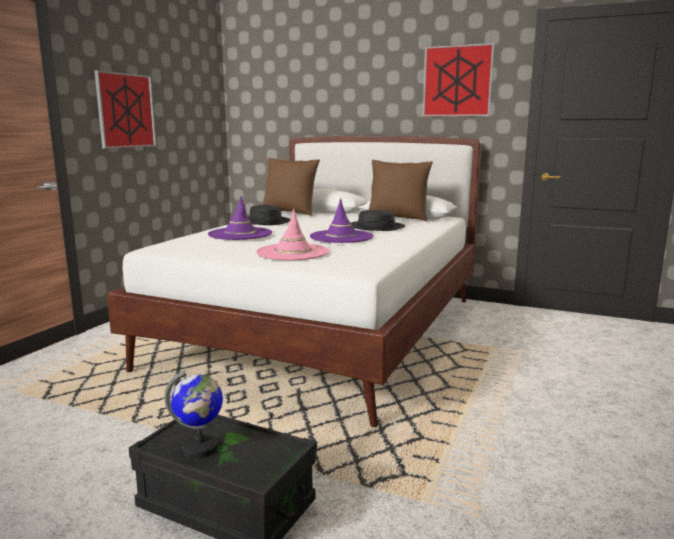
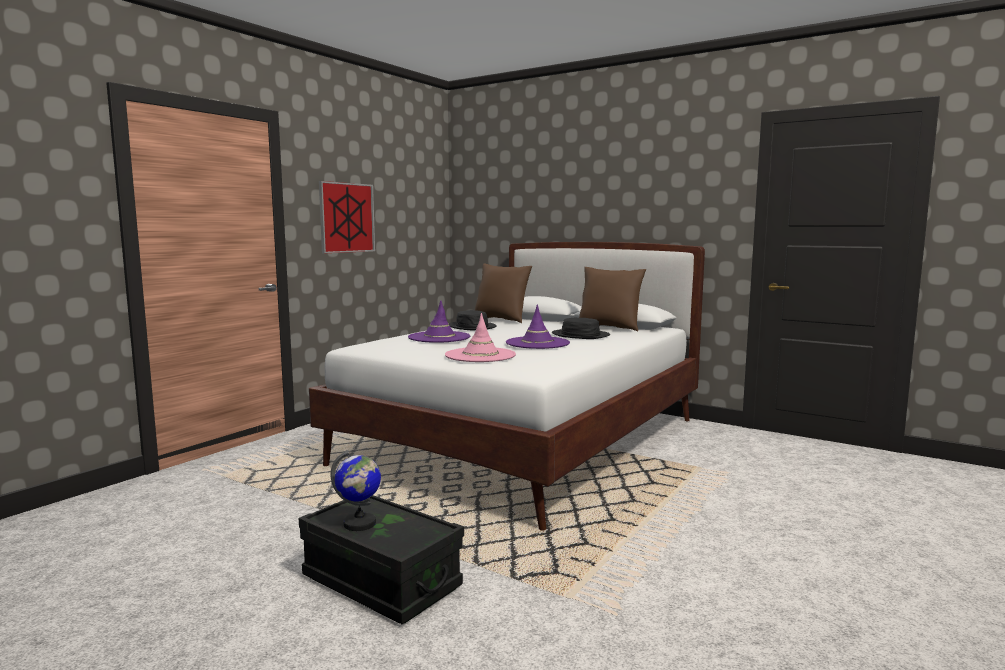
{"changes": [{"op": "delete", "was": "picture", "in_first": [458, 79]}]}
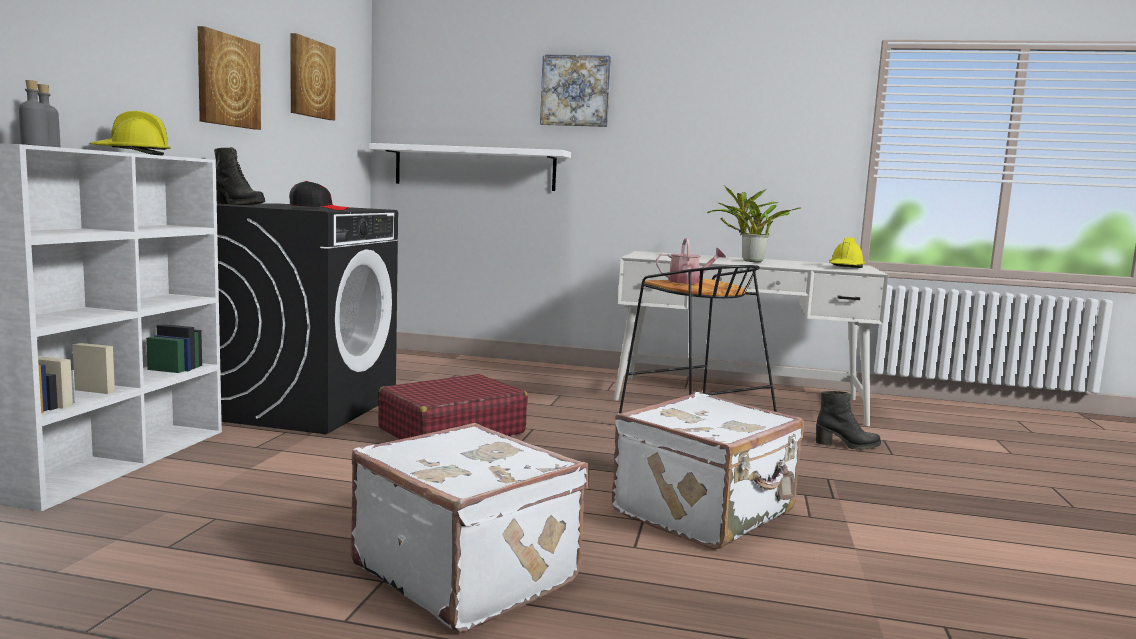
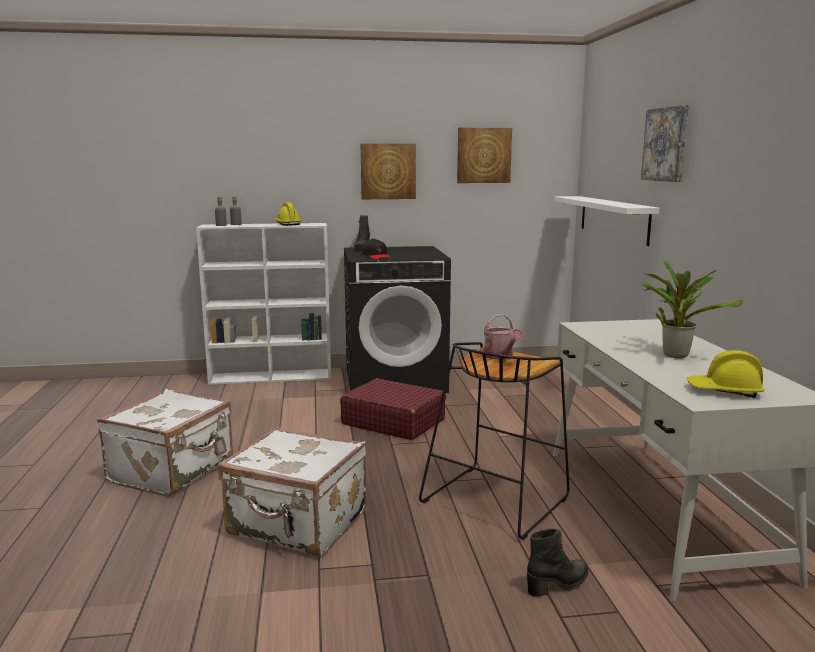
{"changes": [{"op": "rotate", "was": "black boot", "in_first": [848, 420], "in_second": [557, 562], "clockwise": -105}]}
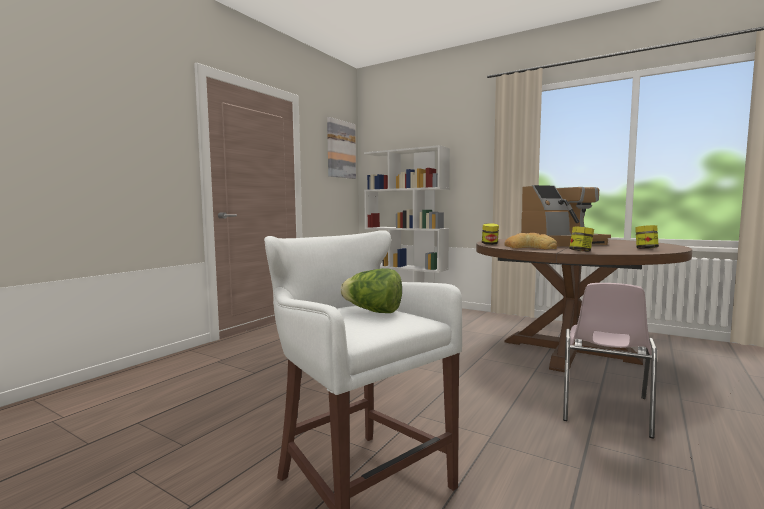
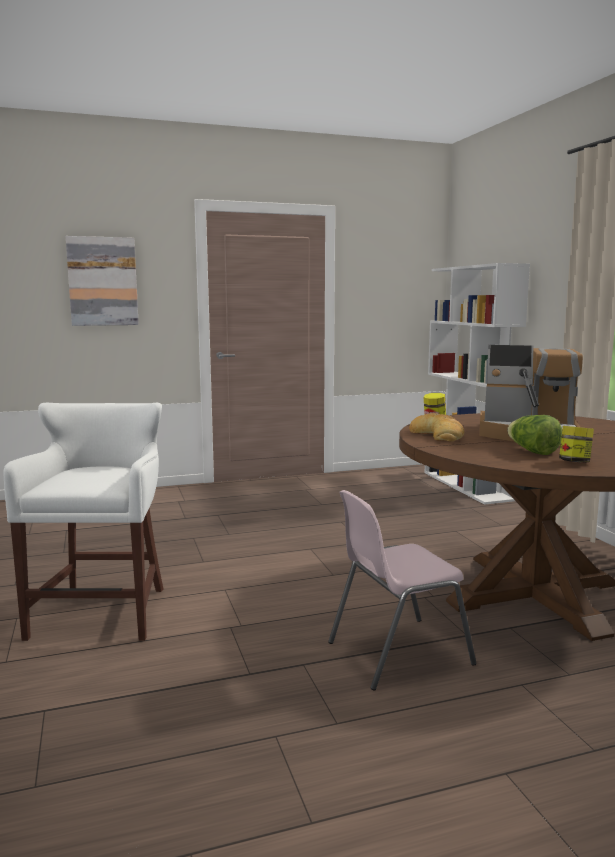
{"changes": [{"op": "move", "was": "picture", "in_first": [341, 148], "in_second": [102, 281]}, {"op": "delete", "was": "jar", "in_first": [581, 239]}, {"op": "move", "was": "lettuce", "in_first": [371, 290], "in_second": [535, 435]}]}
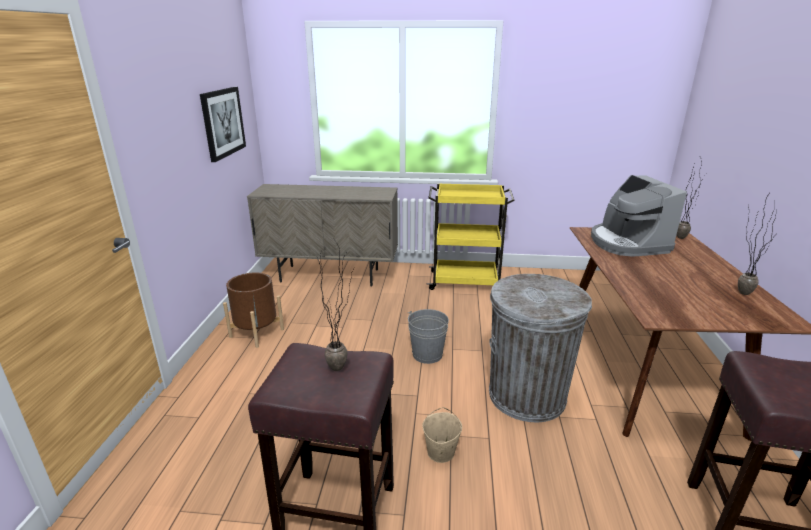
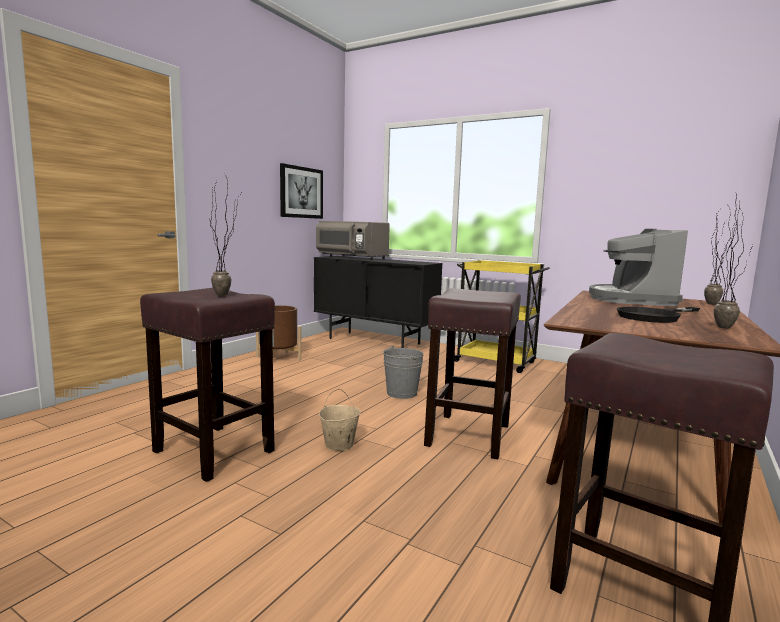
{"changes": [{"op": "recolor", "was": "beige cabinet", "now": "black cabinet", "in_first": [322, 235], "in_second": [378, 302]}, {"op": "replace", "was": "grey trash can", "now": "brown stool", "in_first": [540, 348], "in_second": [472, 373]}, {"op": "insert", "now": "grey microwave", "in_second": [353, 240]}, {"op": "insert", "now": "black frying pan", "in_second": [658, 315]}]}
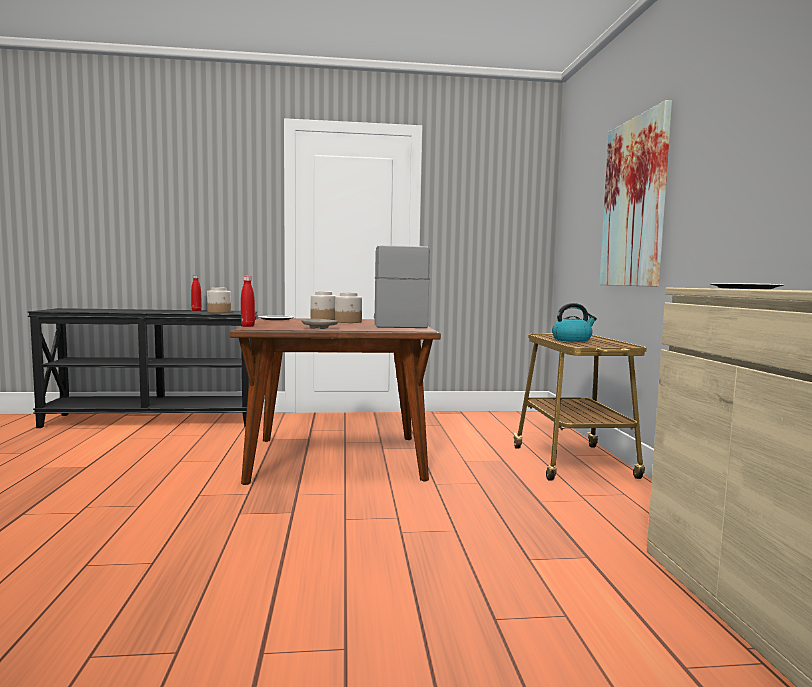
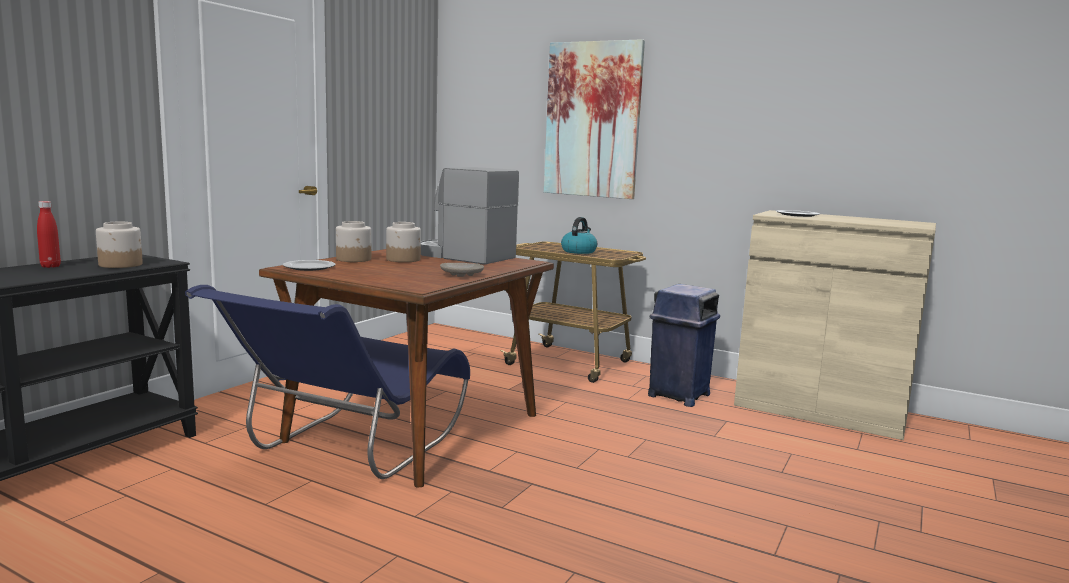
{"changes": [{"op": "delete", "was": "red bottle", "in_first": [248, 301]}, {"op": "insert", "now": "blue trash can", "in_second": [684, 345]}, {"op": "insert", "now": "blue chair", "in_second": [327, 382]}]}
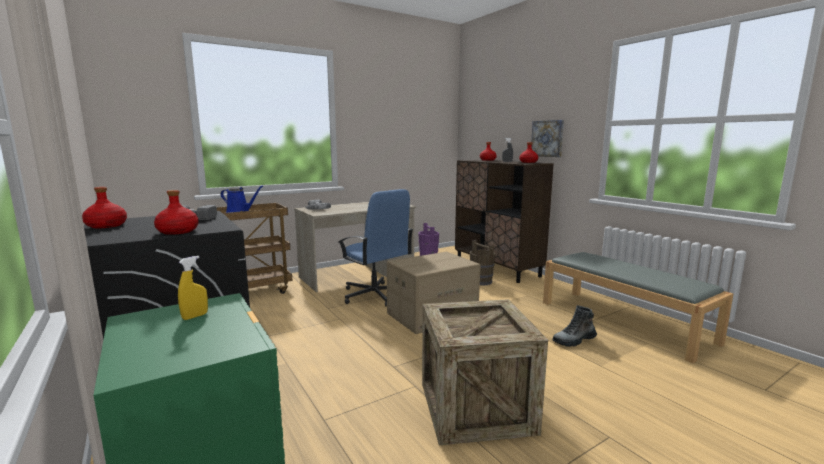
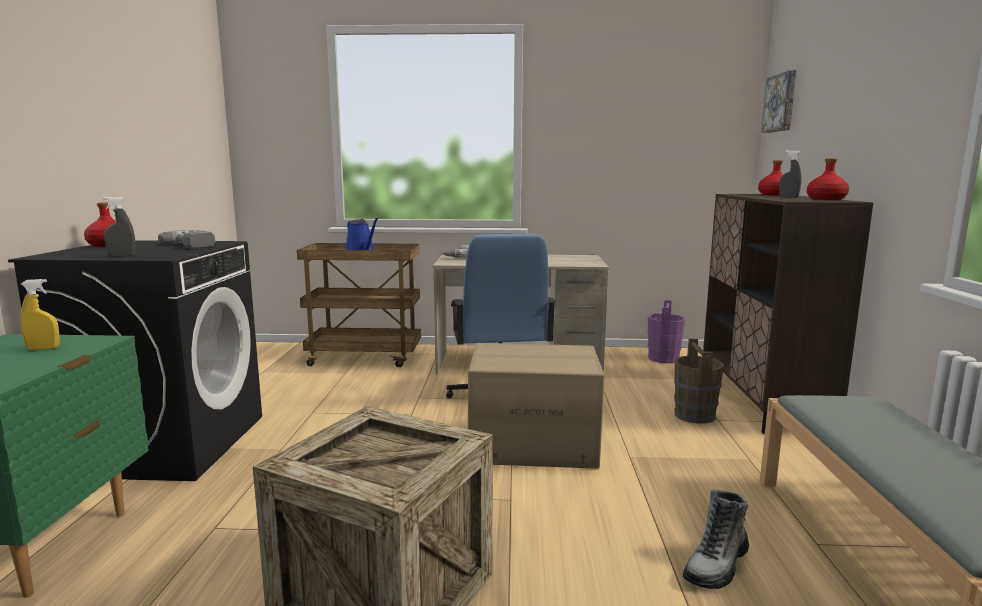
{"changes": [{"op": "move", "was": "picture", "in_first": [547, 138], "in_second": [778, 101]}, {"op": "replace", "was": "red bottle", "now": "grey spray bottle", "in_first": [176, 212], "in_second": [119, 226]}, {"op": "rotate", "was": "boot", "in_first": [574, 326], "in_second": [716, 539], "clockwise": -60}]}
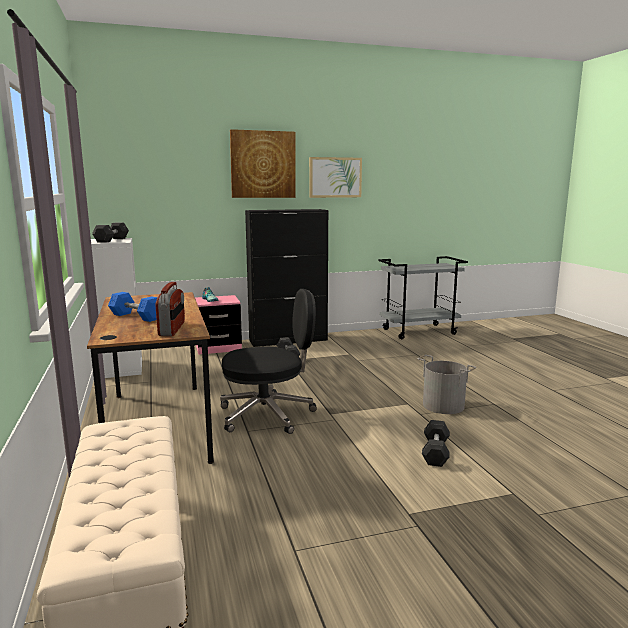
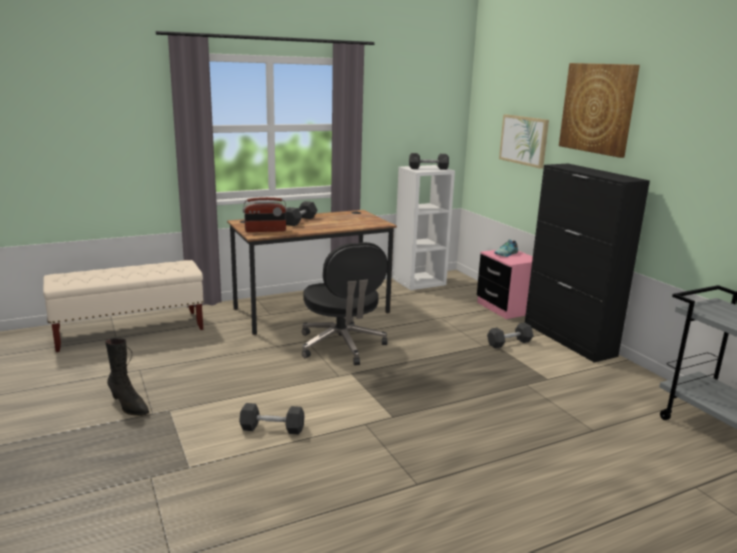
{"changes": [{"op": "move", "was": "picture", "in_first": [335, 177], "in_second": [524, 141]}, {"op": "recolor", "was": "blue dumbbell", "now": "grey dumbbell", "in_first": [133, 307], "in_second": [302, 213]}, {"op": "delete", "was": "grey bucket", "in_first": [446, 384]}, {"op": "insert", "now": "black boot", "in_second": [127, 377]}]}
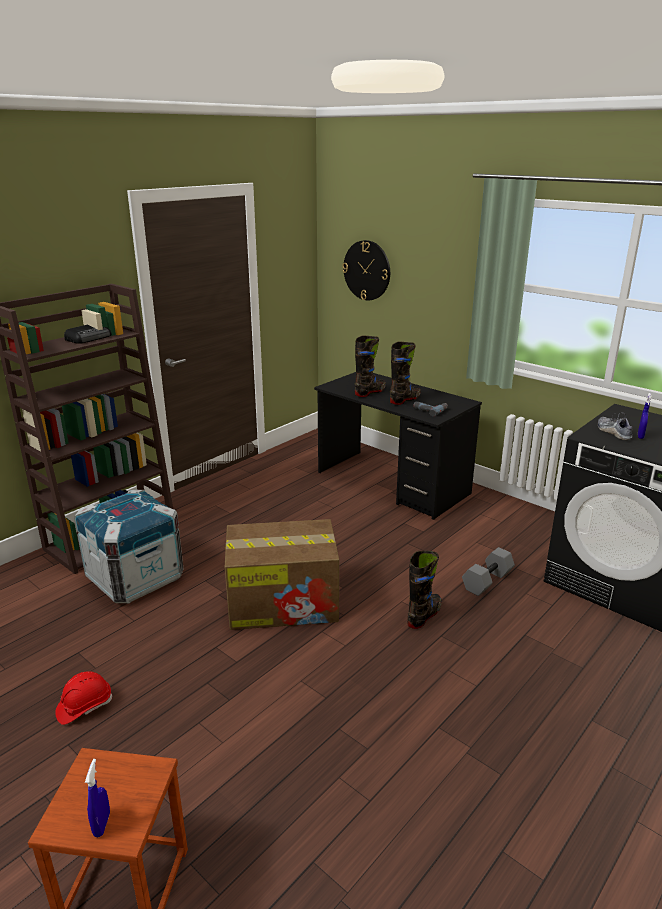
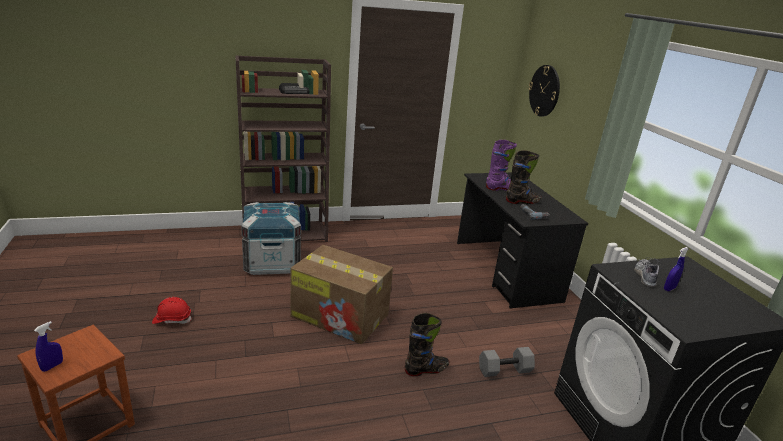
{"changes": [{"op": "recolor", "was": "black boot", "now": "purple boot", "in_first": [370, 366], "in_second": [501, 165]}]}
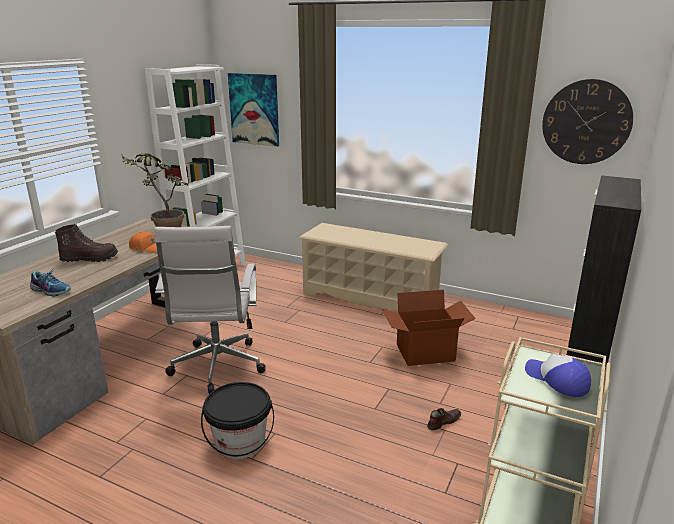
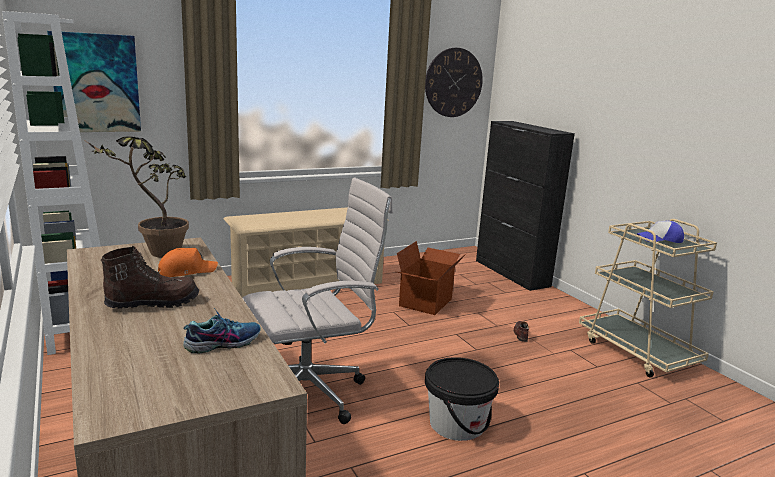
{"changes": [{"op": "rotate", "was": "brown boot", "in_first": [86, 243], "in_second": [150, 277], "clockwise": 45}, {"op": "rotate", "was": "white office chair", "in_first": [210, 310], "in_second": [318, 300], "clockwise": -60}]}
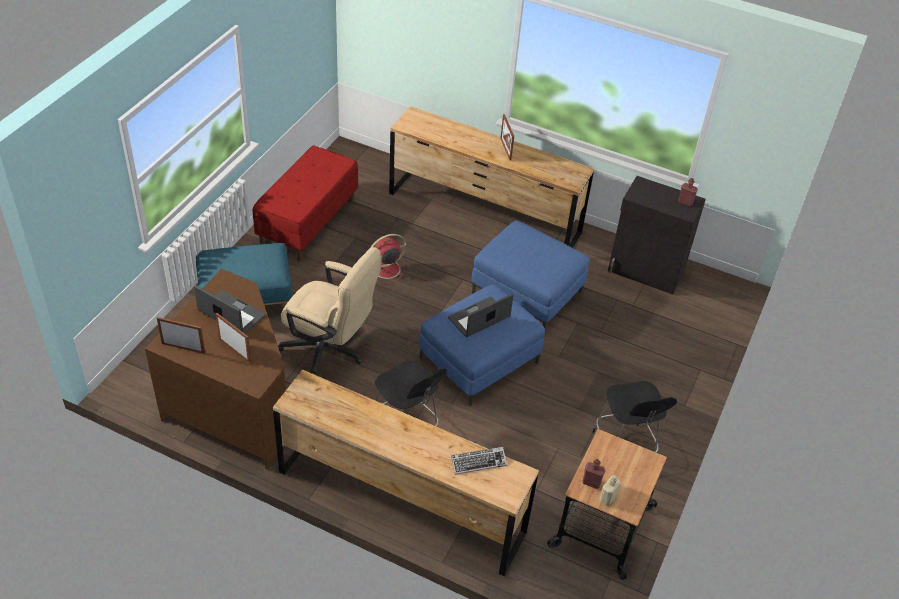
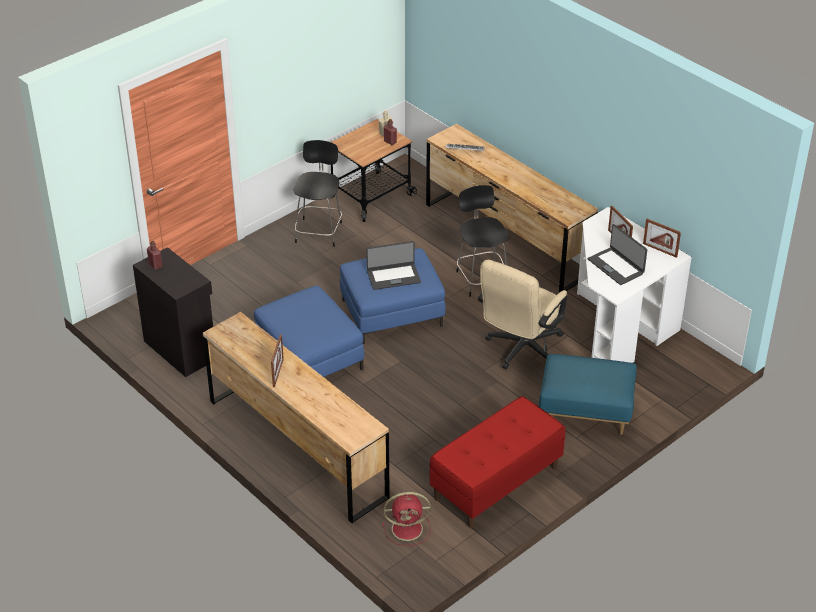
{"changes": [{"op": "move", "was": "red fan", "in_first": [389, 259], "in_second": [406, 519]}, {"op": "rotate", "was": "beige office chair", "in_first": [330, 311], "in_second": [522, 314], "clockwise": -105}, {"op": "recolor", "was": "brown desk", "now": "white desk", "in_first": [215, 369], "in_second": [634, 285]}]}
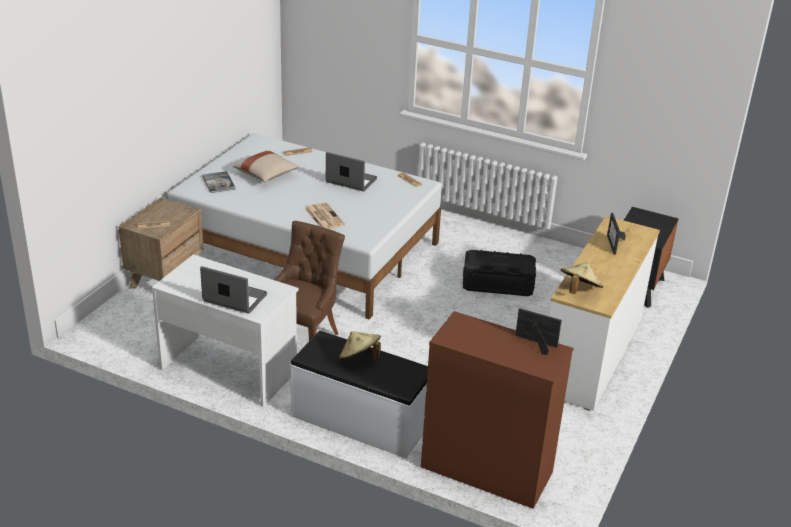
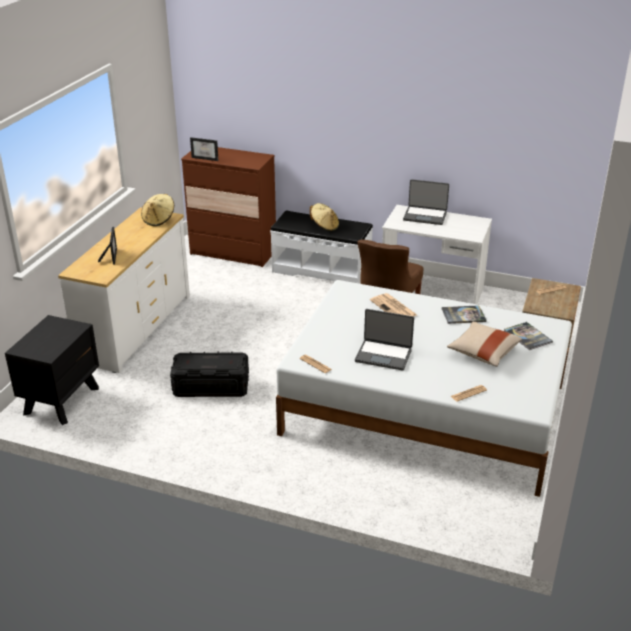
{"changes": [{"op": "insert", "now": "book", "in_second": [464, 314]}]}
